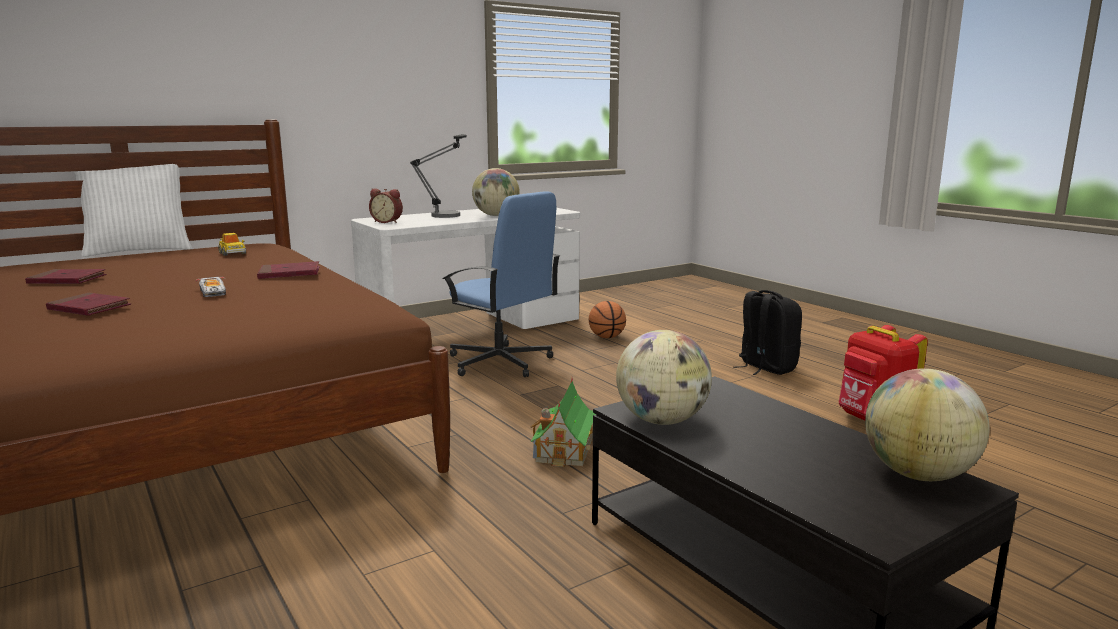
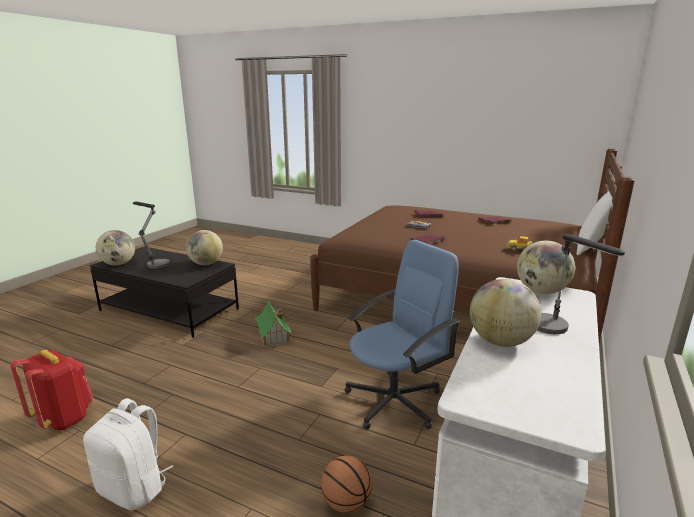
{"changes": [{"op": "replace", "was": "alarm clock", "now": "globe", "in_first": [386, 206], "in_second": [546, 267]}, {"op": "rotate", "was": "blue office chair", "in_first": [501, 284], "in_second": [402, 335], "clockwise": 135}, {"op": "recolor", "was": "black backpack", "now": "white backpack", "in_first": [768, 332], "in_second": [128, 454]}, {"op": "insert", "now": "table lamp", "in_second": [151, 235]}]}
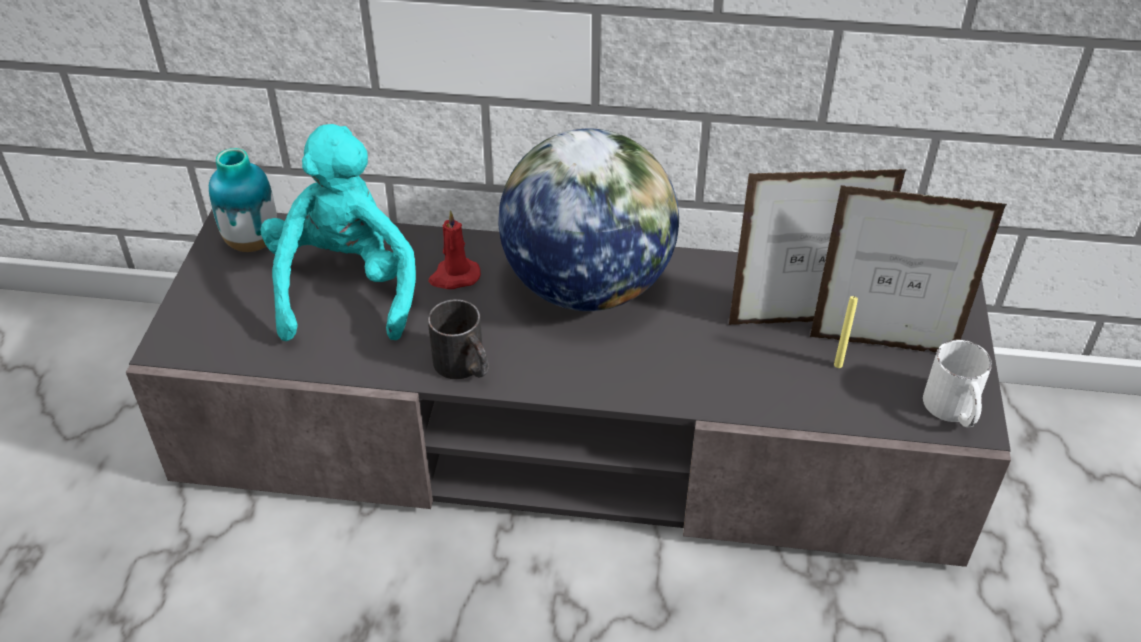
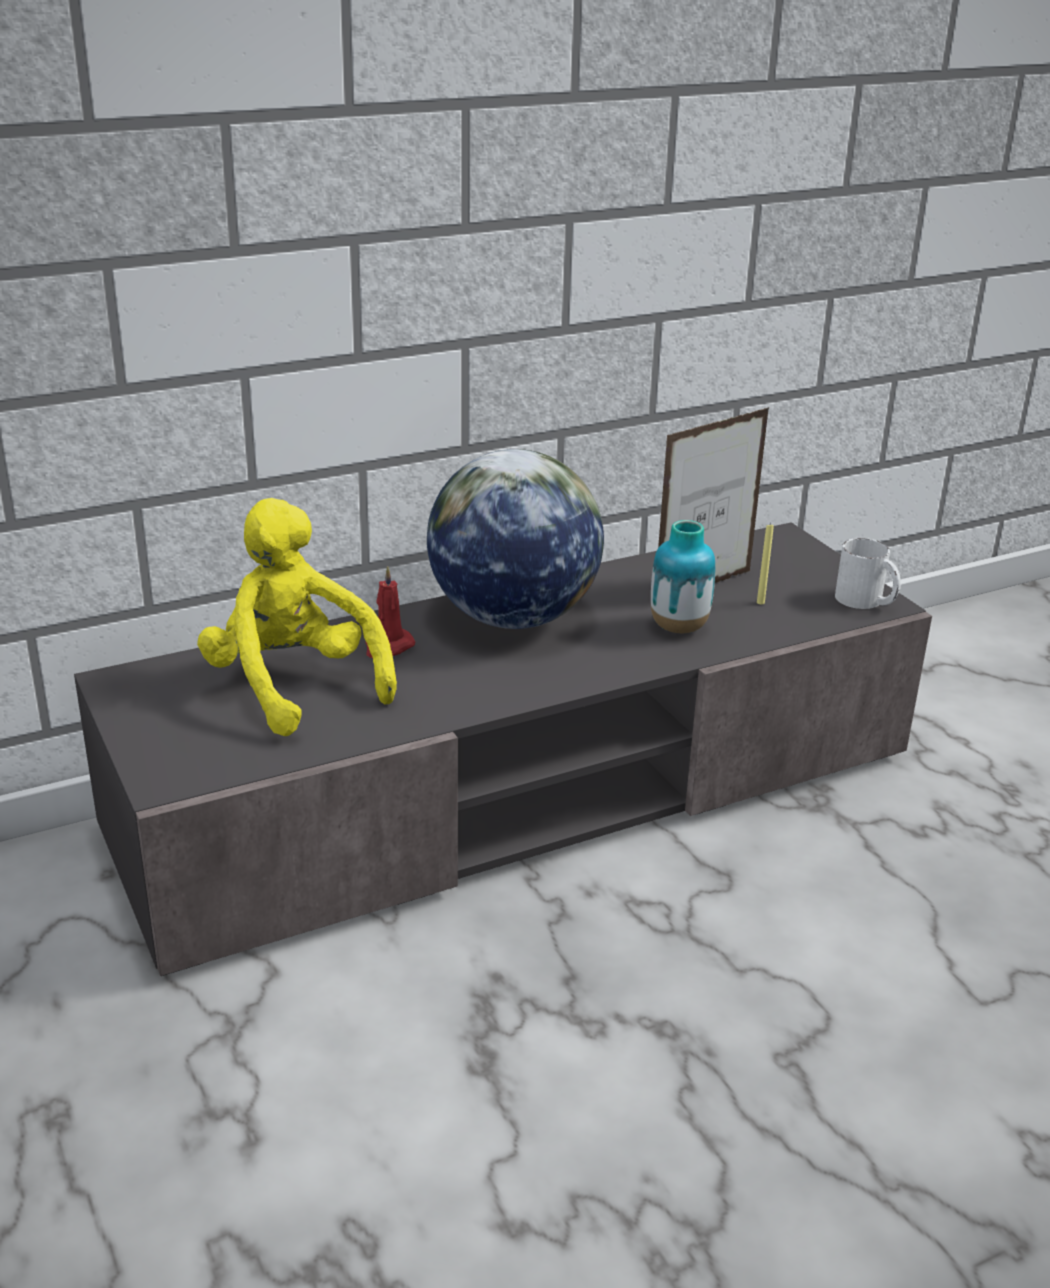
{"changes": [{"op": "recolor", "was": "turquoise plush toy", "now": "yellow plush toy", "in_first": [338, 232], "in_second": [297, 617]}, {"op": "move", "was": "vase", "in_first": [243, 200], "in_second": [683, 576]}, {"op": "delete", "was": "picture frame", "in_first": [908, 269]}, {"op": "delete", "was": "black mug", "in_first": [458, 339]}]}
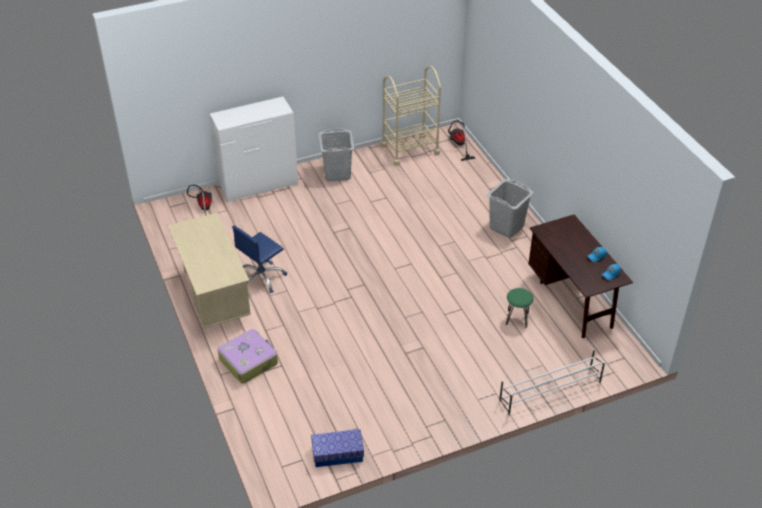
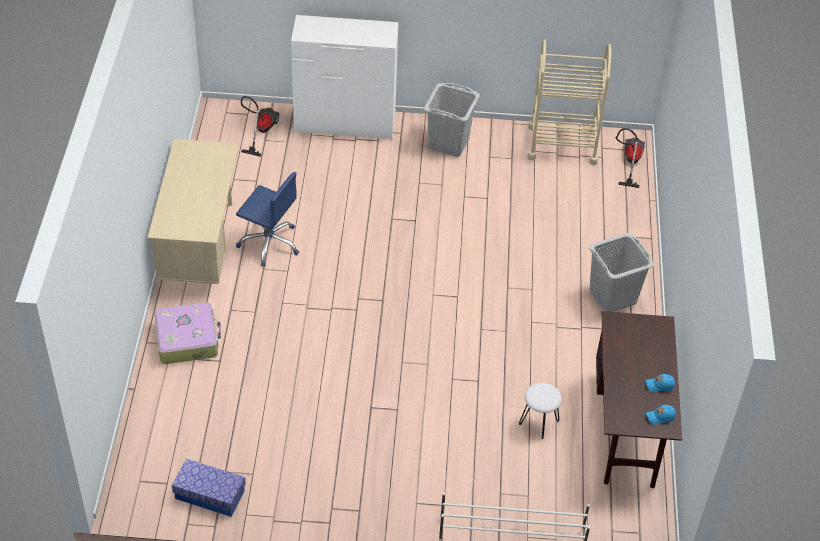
{"changes": [{"op": "rotate", "was": "blue office chair", "in_first": [259, 259], "in_second": [267, 219], "clockwise": -135}, {"op": "recolor", "was": "green stool", "now": "white stool", "in_first": [519, 308], "in_second": [540, 411]}]}
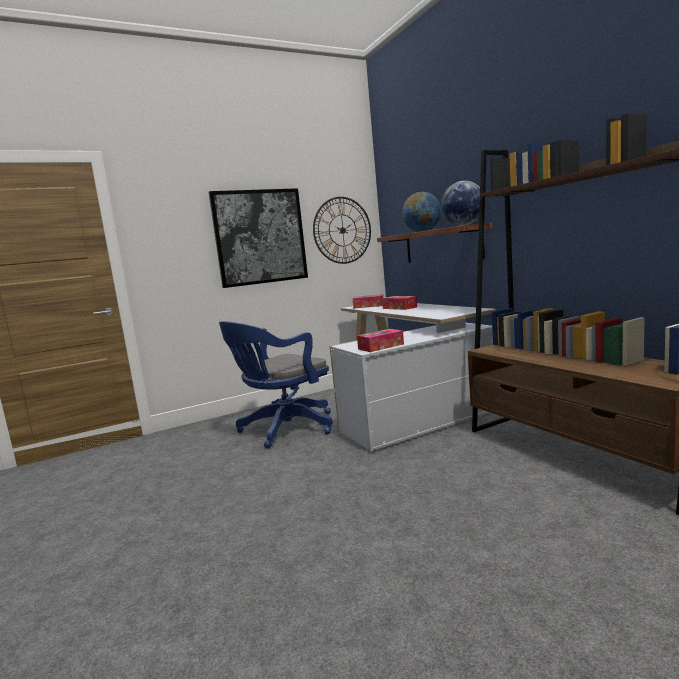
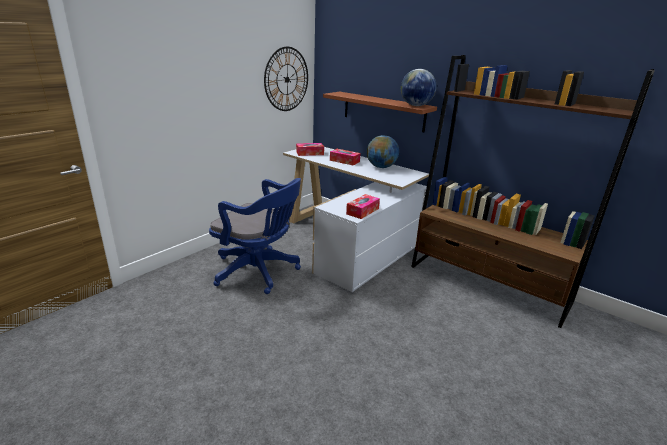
{"changes": [{"op": "delete", "was": "picture", "in_first": [258, 238]}, {"op": "move", "was": "globe", "in_first": [421, 212], "in_second": [383, 151]}, {"op": "rotate", "was": "blue office chair", "in_first": [276, 384], "in_second": [255, 236], "clockwise": -90}]}
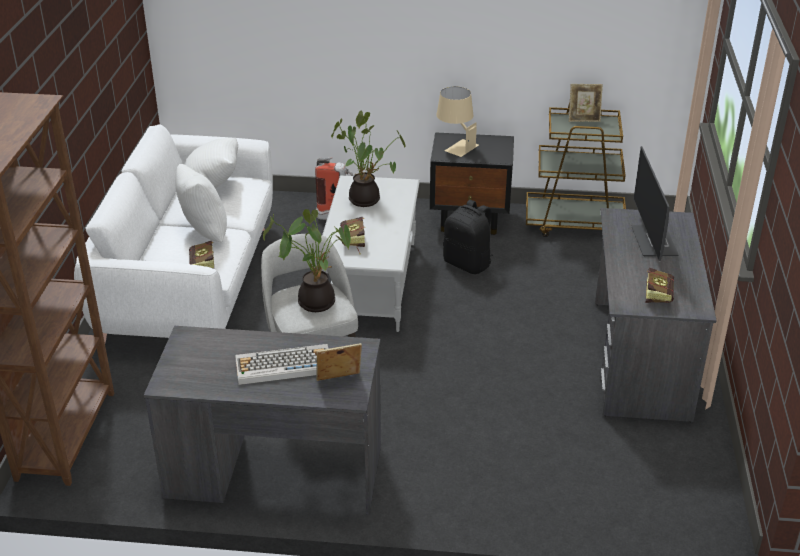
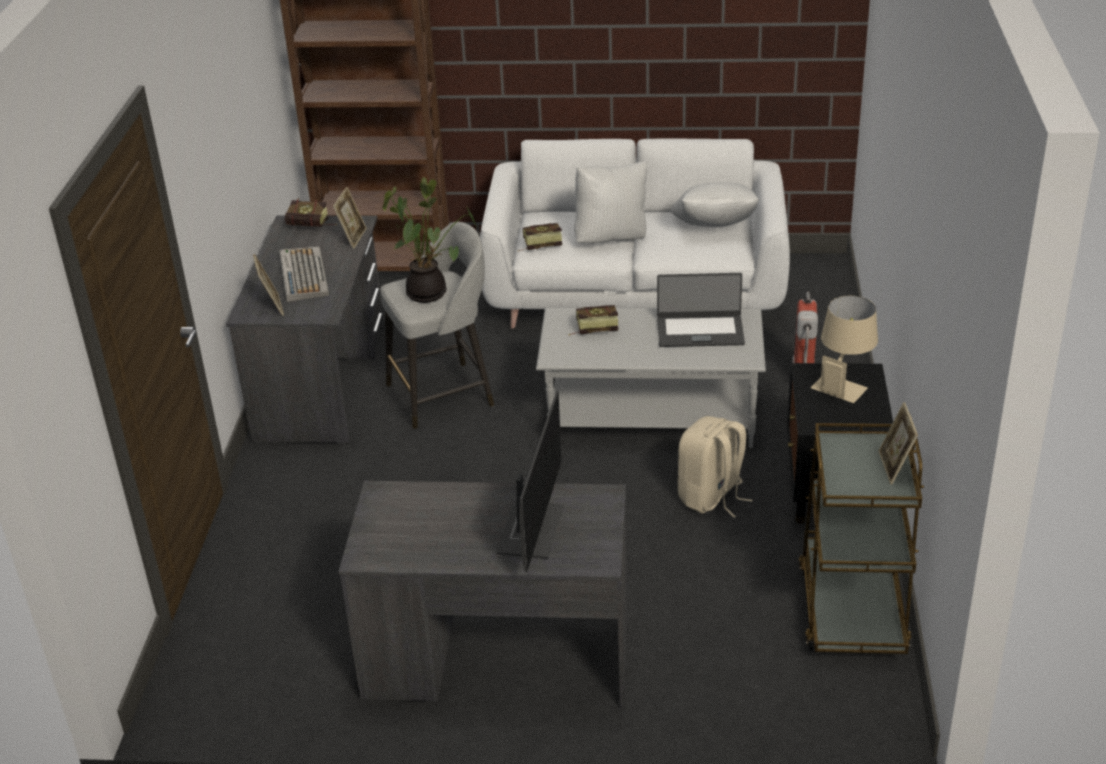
{"changes": [{"op": "replace", "was": "potted plant", "now": "laptop", "in_first": [368, 159], "in_second": [701, 310]}, {"op": "rotate", "was": "monitor", "in_first": [654, 203], "in_second": [530, 482], "clockwise": 105}, {"op": "recolor", "was": "black backpack", "now": "beige backpack", "in_first": [468, 237], "in_second": [715, 466]}, {"op": "move", "was": "book", "in_first": [660, 285], "in_second": [311, 212]}, {"op": "insert", "now": "picture frame", "in_second": [350, 218]}]}
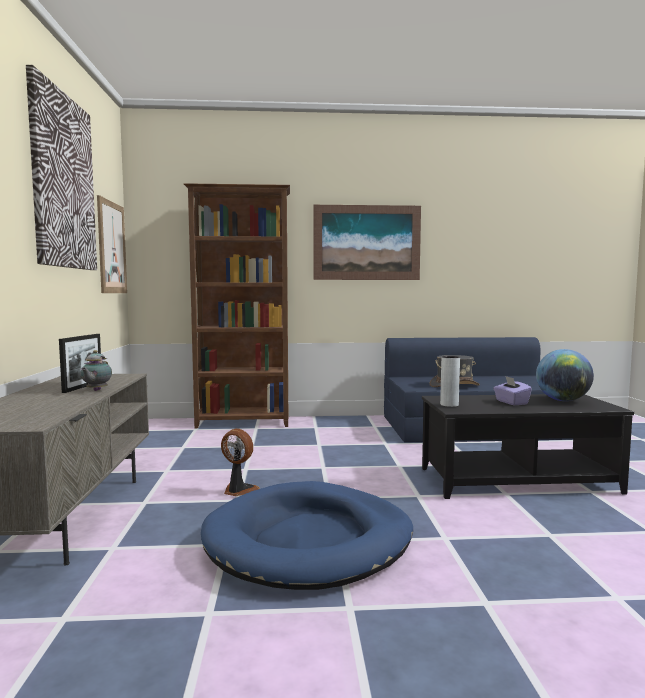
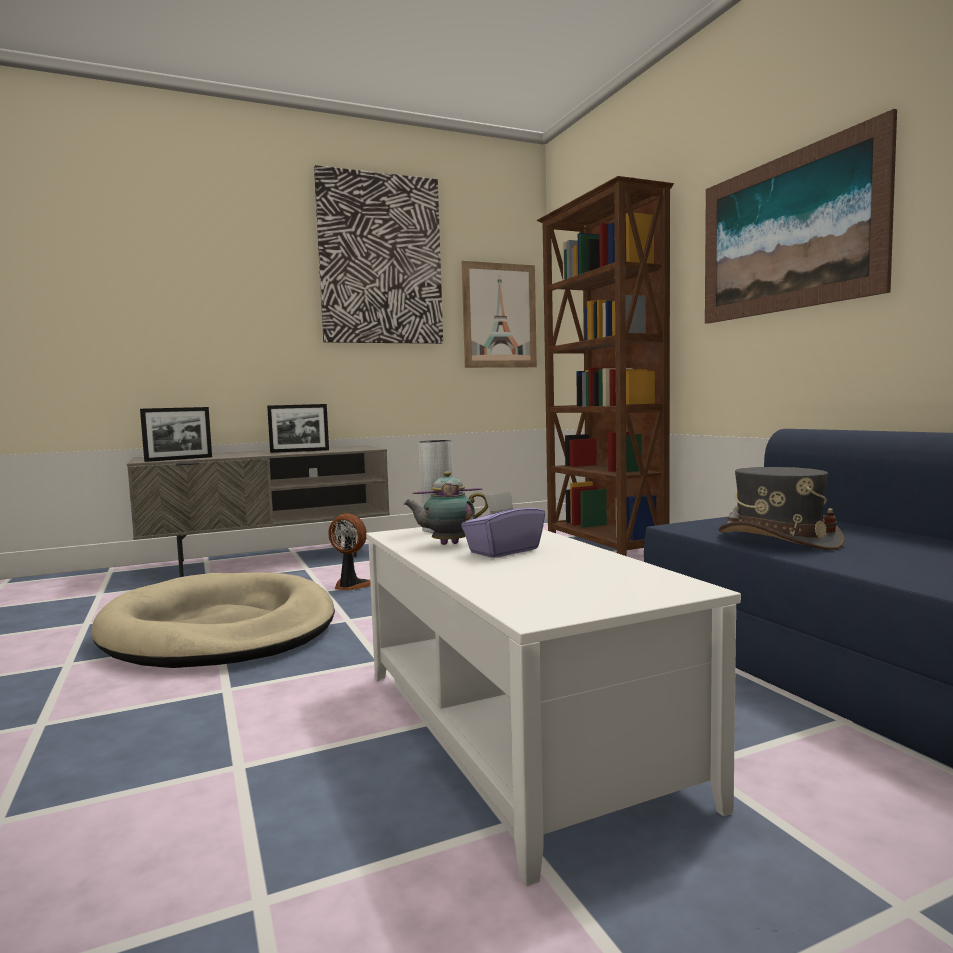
{"changes": [{"op": "delete", "was": "globe", "in_first": [565, 375]}, {"op": "move", "was": "teapot", "in_first": [96, 370], "in_second": [445, 508]}, {"op": "recolor", "was": "black coffee table", "now": "white coffee table", "in_first": [528, 446], "in_second": [553, 706]}, {"op": "rotate", "was": "fan", "in_first": [240, 462], "in_second": [349, 551], "clockwise": -75}, {"op": "recolor", "was": "blue dog bed", "now": "beige dog bed", "in_first": [307, 535], "in_second": [213, 620]}, {"op": "insert", "now": "picture frame", "in_second": [176, 434]}]}
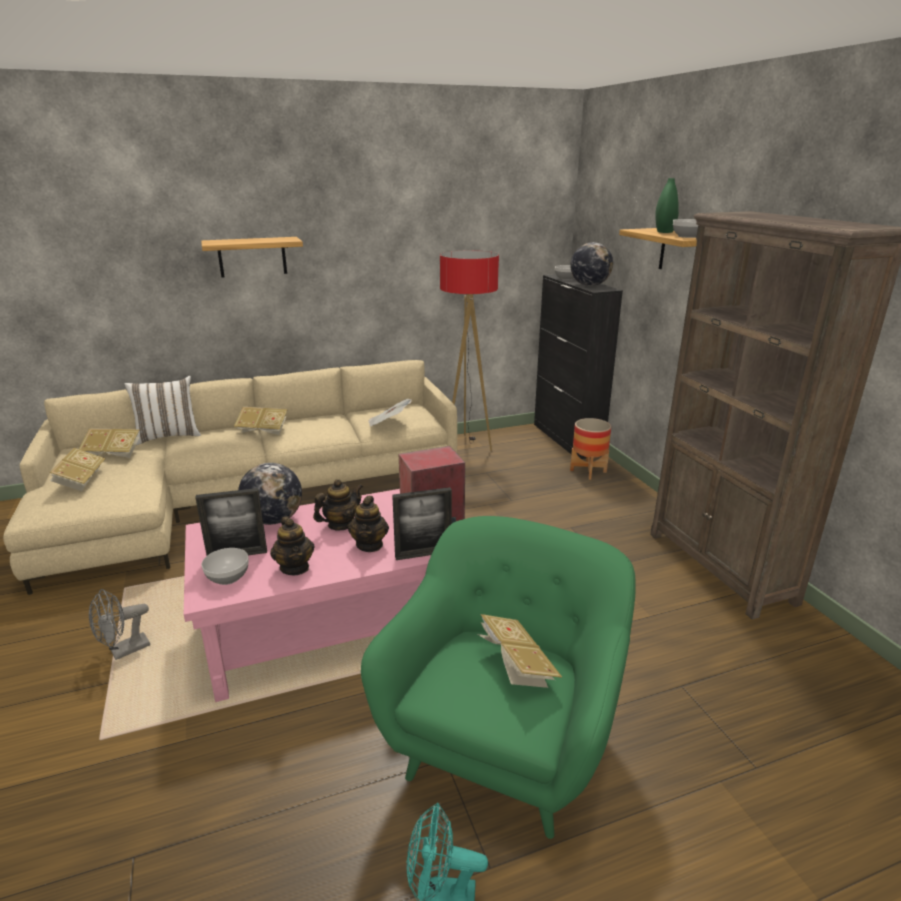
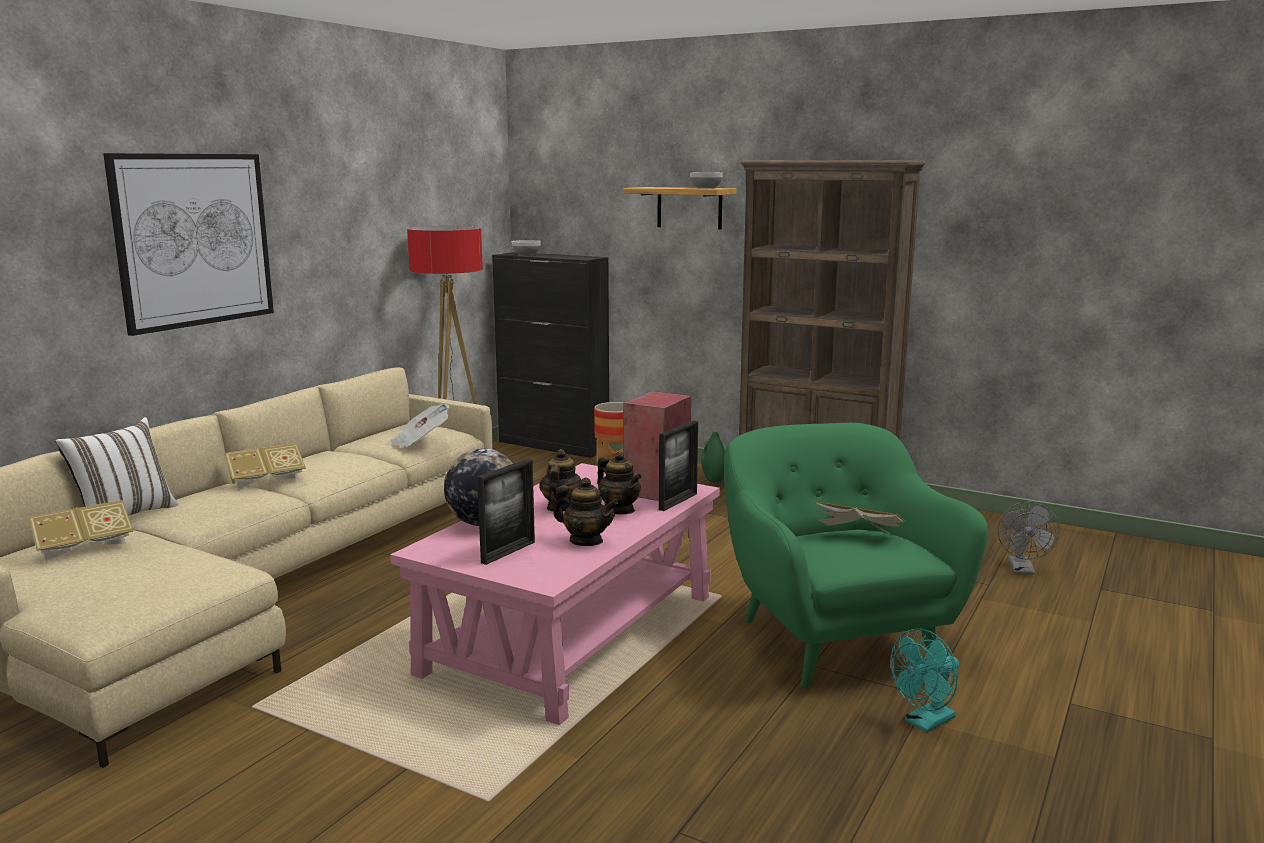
{"changes": [{"op": "move", "was": "green vase", "in_first": [667, 205], "in_second": [713, 457]}, {"op": "replace", "was": "shelf", "now": "picture", "in_first": [252, 257], "in_second": [188, 244]}, {"op": "delete", "was": "globe", "in_first": [591, 264]}, {"op": "delete", "was": "book", "in_first": [77, 469]}, {"op": "delete", "was": "bowl", "in_first": [225, 566]}, {"op": "move", "was": "grey fan", "in_first": [119, 624], "in_second": [1028, 538]}]}
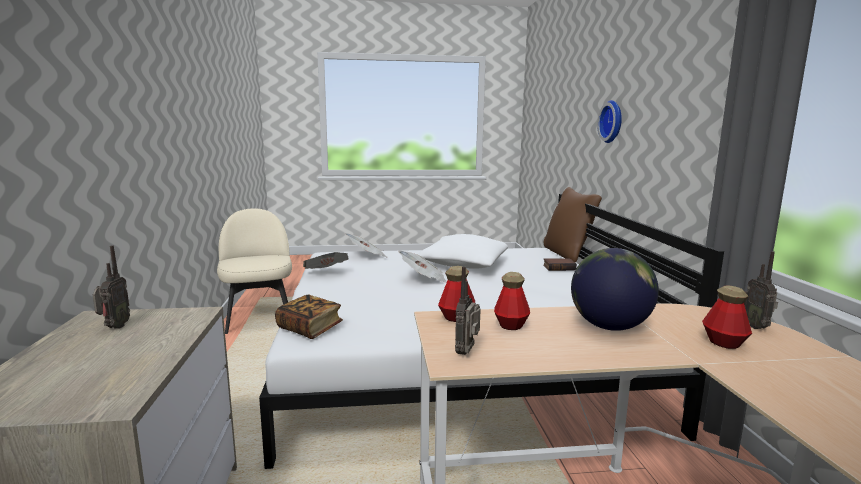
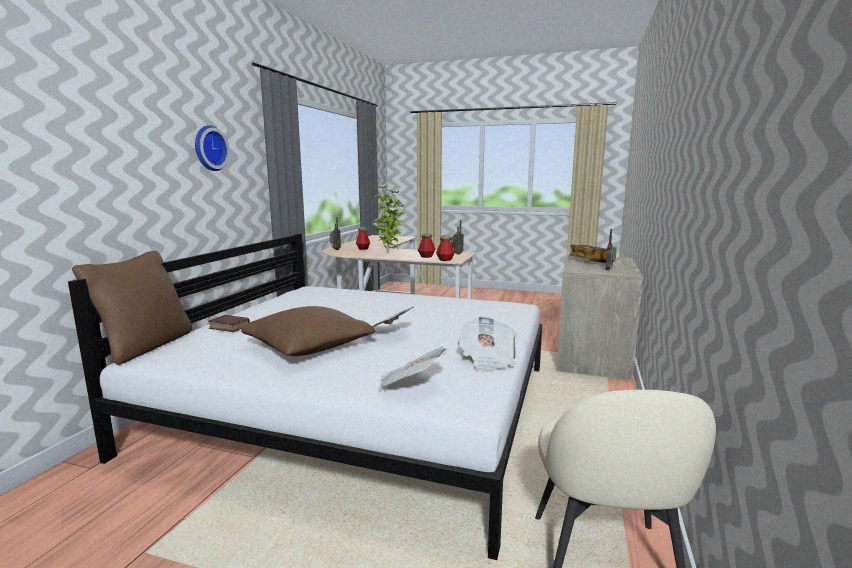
{"changes": [{"op": "move", "was": "wall clock", "in_first": [609, 121], "in_second": [212, 148]}, {"op": "recolor", "was": "white pillow", "now": "brown pillow", "in_first": [463, 251], "in_second": [308, 331]}, {"op": "replace", "was": "globe", "now": "potted plant", "in_first": [615, 289], "in_second": [389, 218]}, {"op": "move", "was": "book", "in_first": [309, 316], "in_second": [588, 254]}]}
